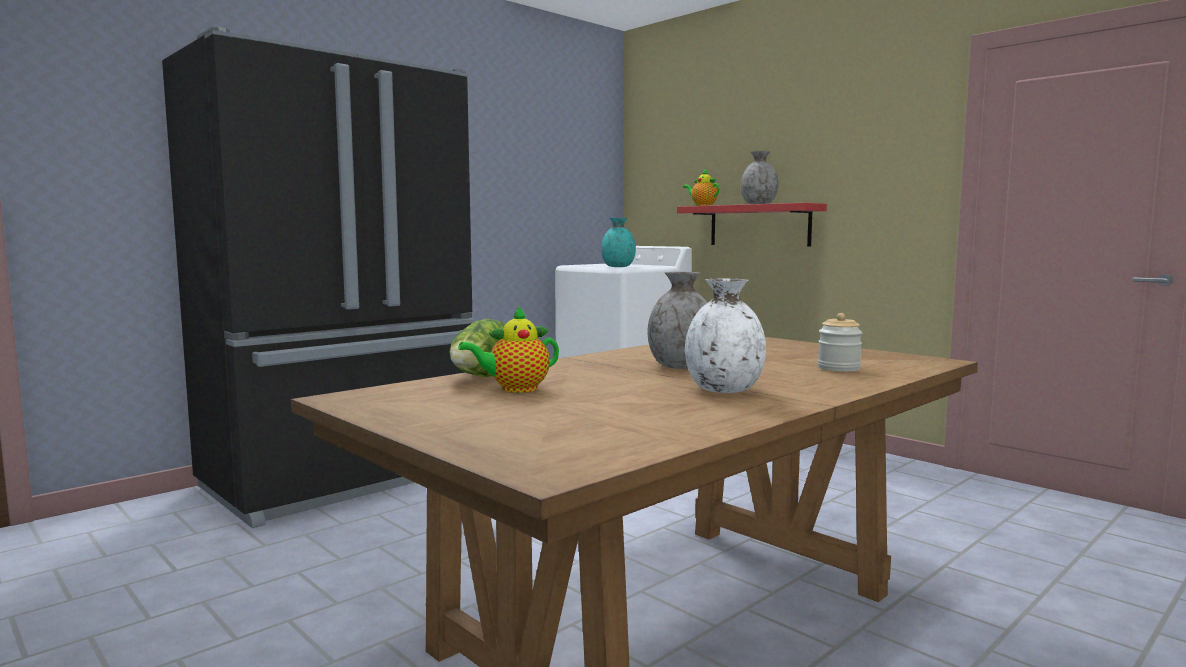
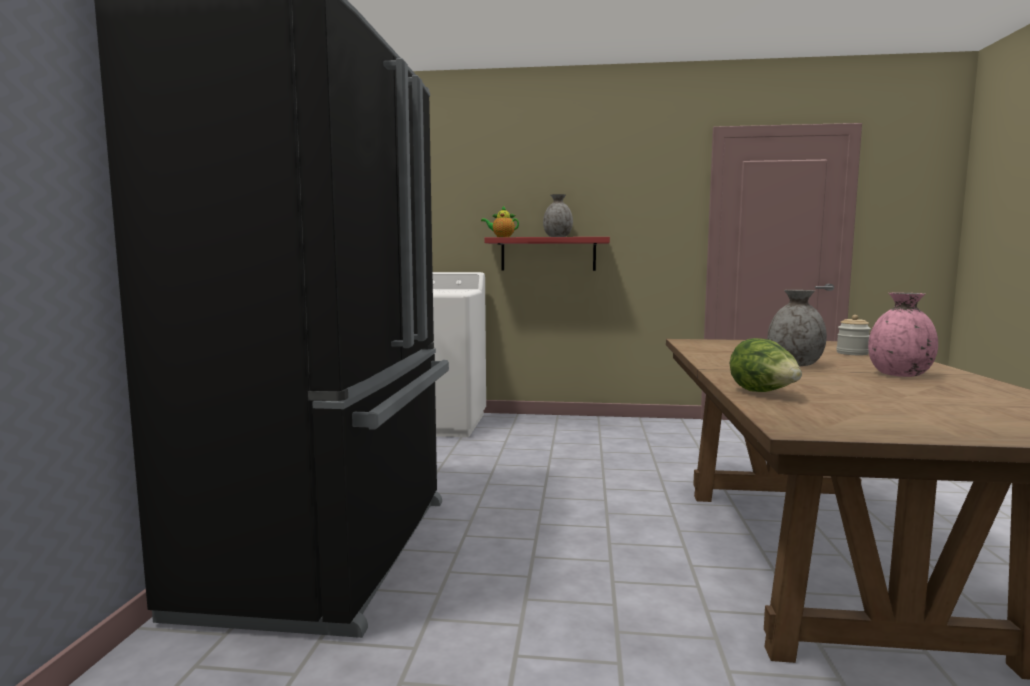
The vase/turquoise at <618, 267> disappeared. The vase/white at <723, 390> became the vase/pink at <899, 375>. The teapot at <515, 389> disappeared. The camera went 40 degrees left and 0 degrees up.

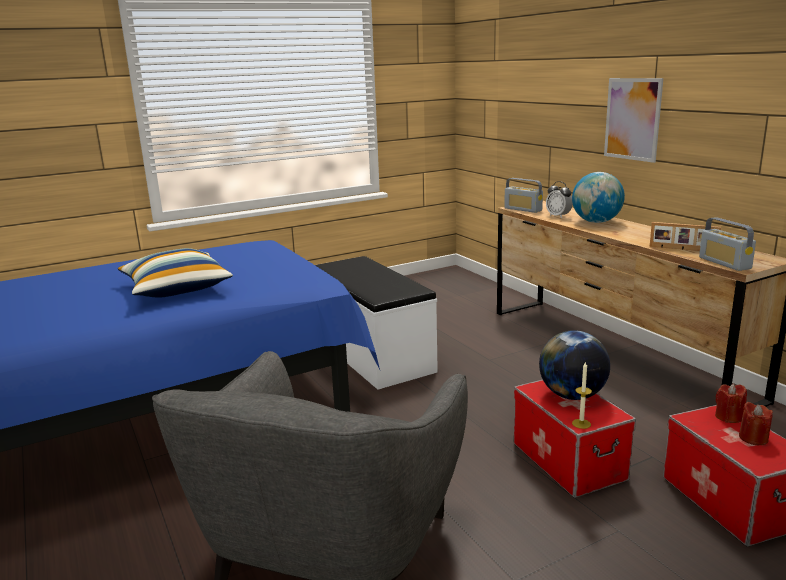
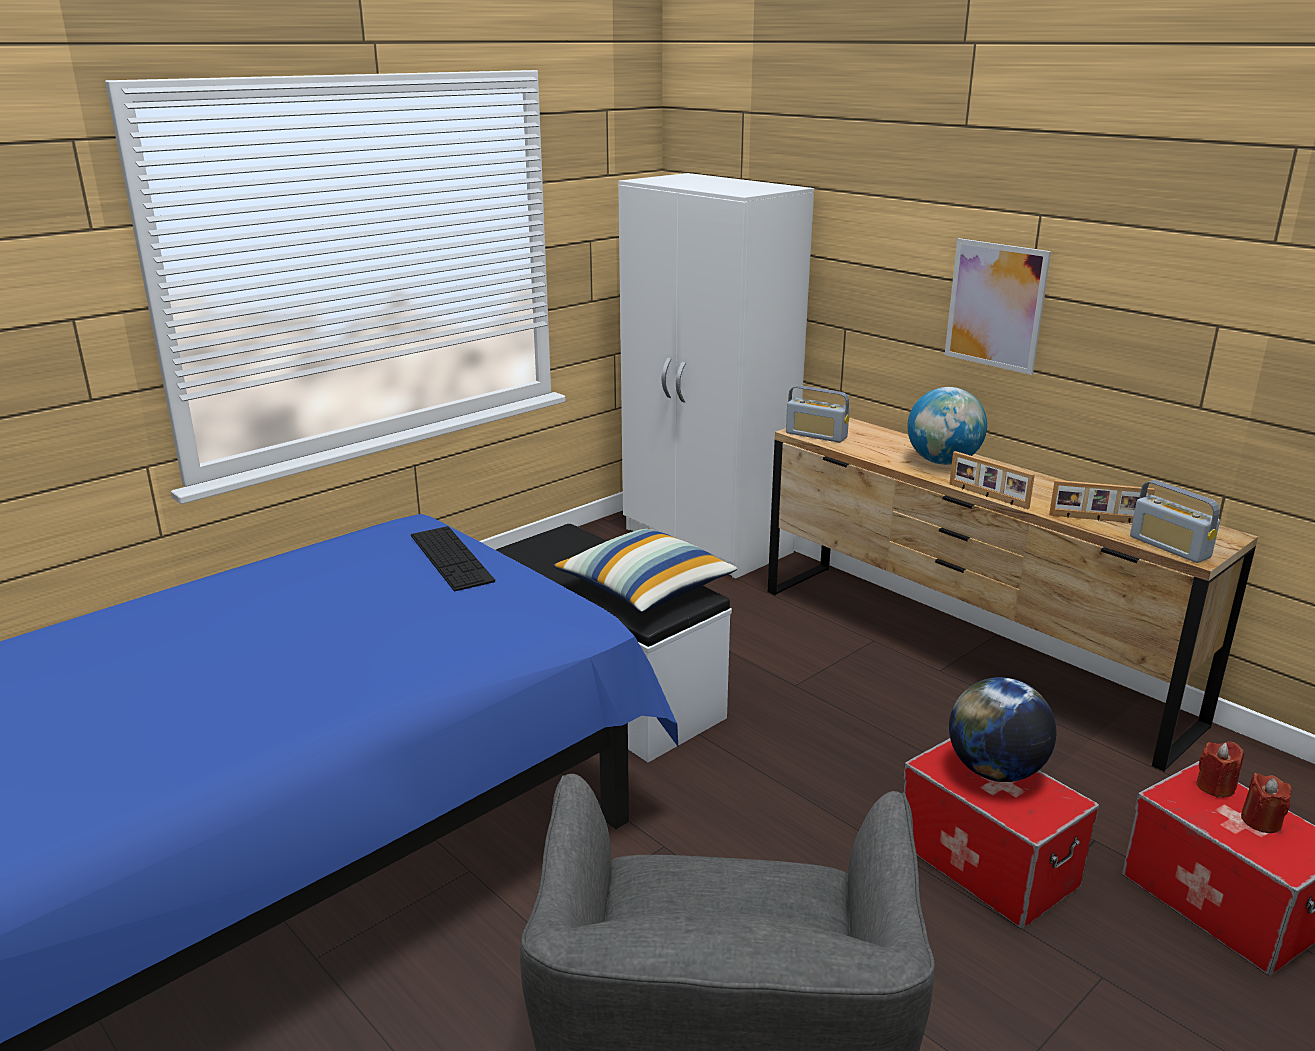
The alarm clock at <558, 216> disappeared. The pillow moved from <176, 288> to <645, 589>. The candle at <581, 423> disappeared. The wardrobe/white at <707, 542> appeared. The picture frame at <987, 496> appeared. The keyboard at <451, 558> appeared. The camera went 15 degrees left and 5 degrees up.

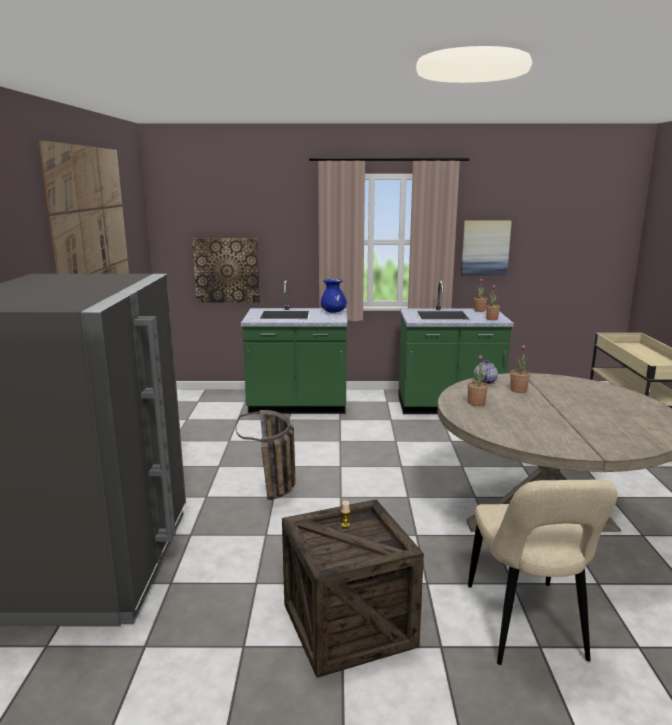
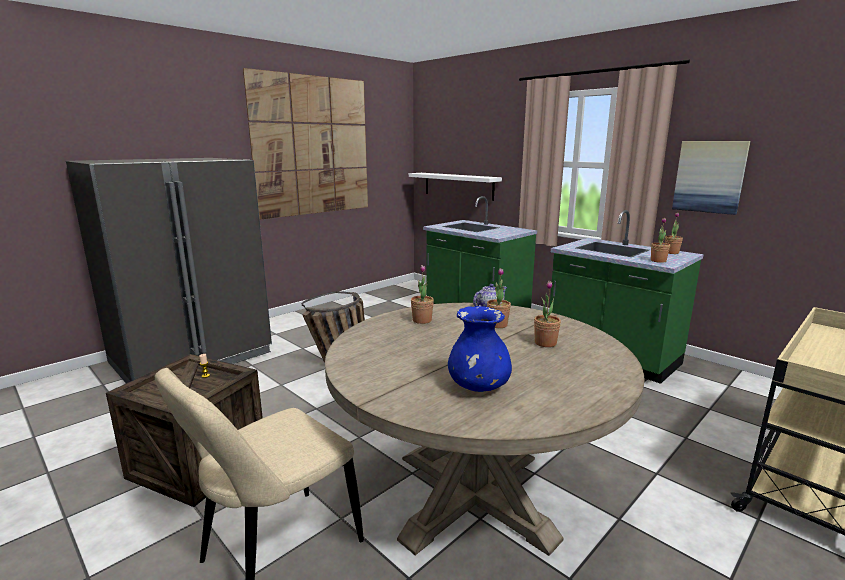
The picture at <227, 270> was replaced by the shelf/white at <458, 185>. The vase/blue moved from <333, 312> to <478, 387>. The potted plant at <545, 343> appeared. The camera went 45 degrees right and 0 degrees up.

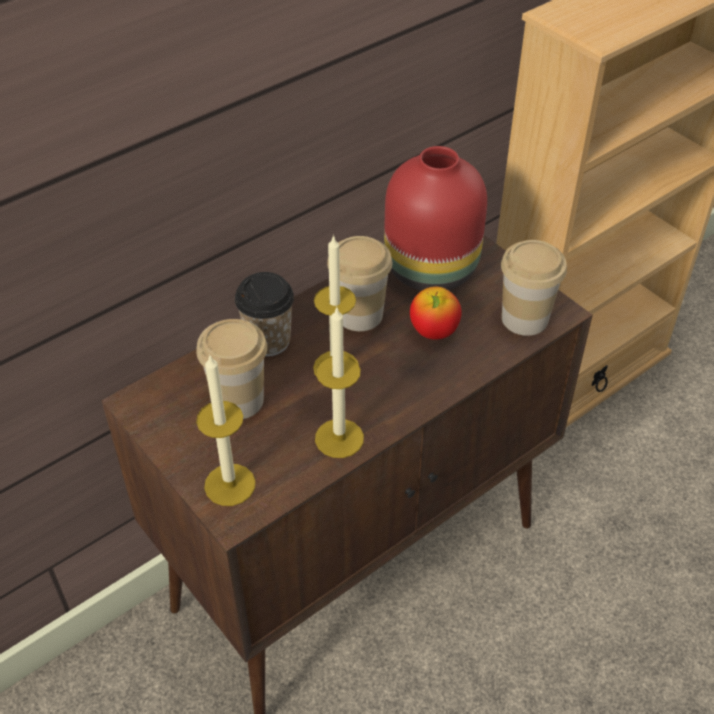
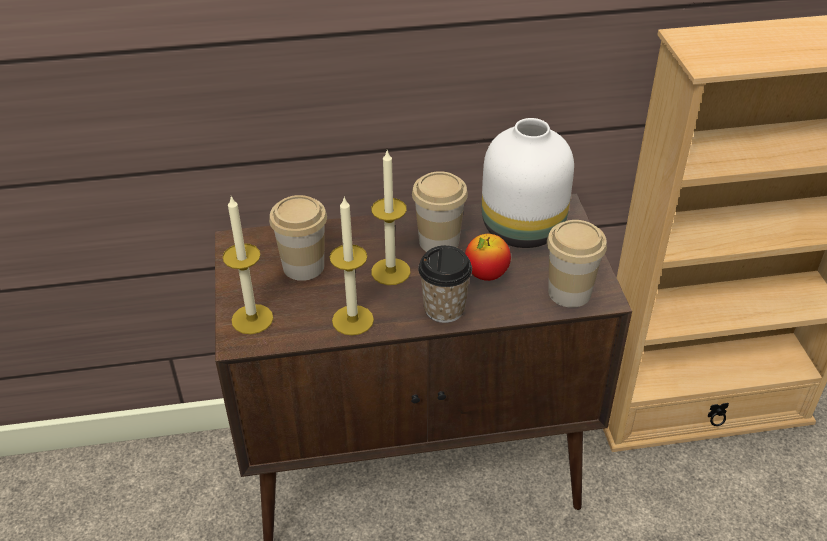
The vase/red at <433, 268> became the vase/white at <525, 229>. The cup moved from <268, 341> to <444, 309>. The camera went 30 degrees right and 5 degrees down.

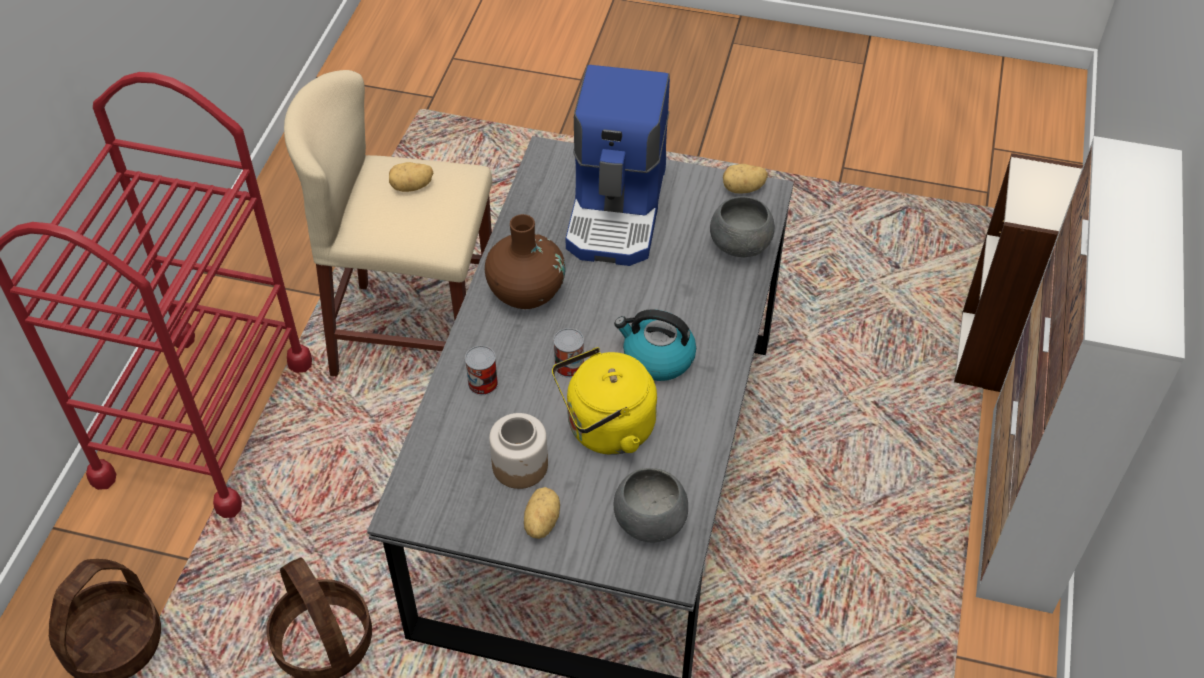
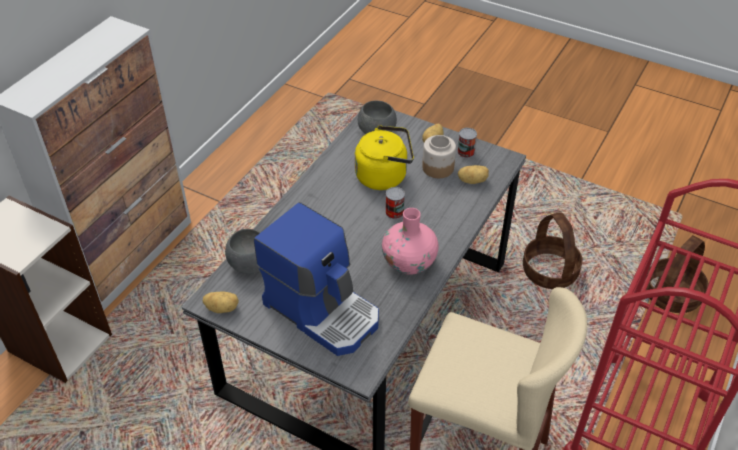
The coffee machine at <618, 210> turned 105 degrees clockwise. The potato moved from <412, 187> to <472, 180>. The vase/brown at <526, 292> became the vase/pink at <409, 262>. The kettle at <657, 358> disappeared. The can moved from <483, 383> to <466, 152>. The camera went 165 degrees left and 5 degrees down.

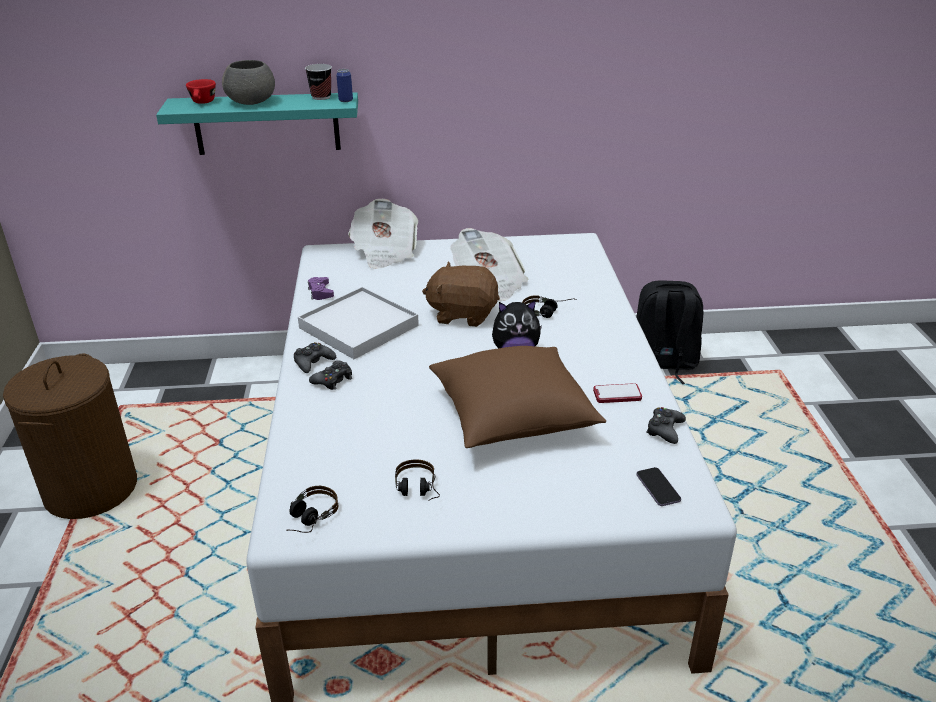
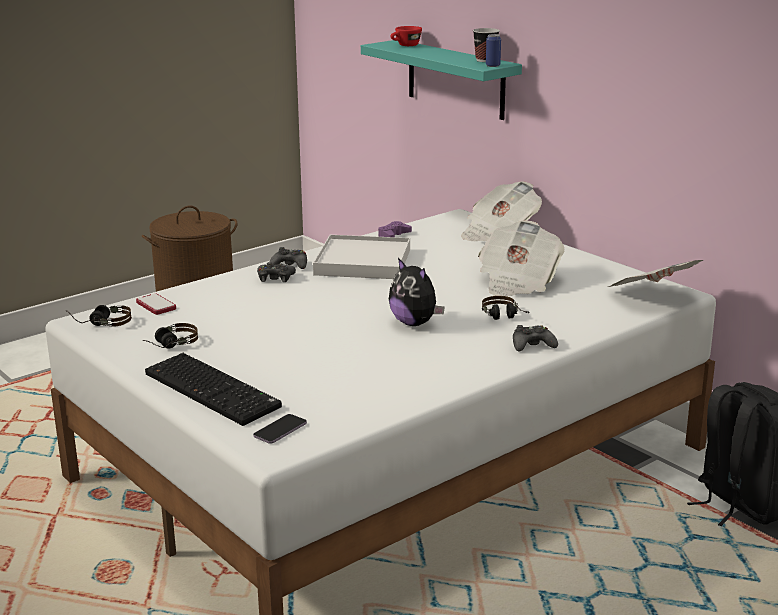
The bowl/grey at <252, 102> disappeared. The plush toy/brown at <463, 314> disappeared. The pillow/brown at <513, 418> disappeared. The phone moved from <617, 394> to <156, 305>. The game controller/black moved from <665, 430> to <532, 345>. The newspaper at <651, 296> appeared. The keyboard at <214, 390> appeared. The camera went 55 degrees right and 10 degrees down.

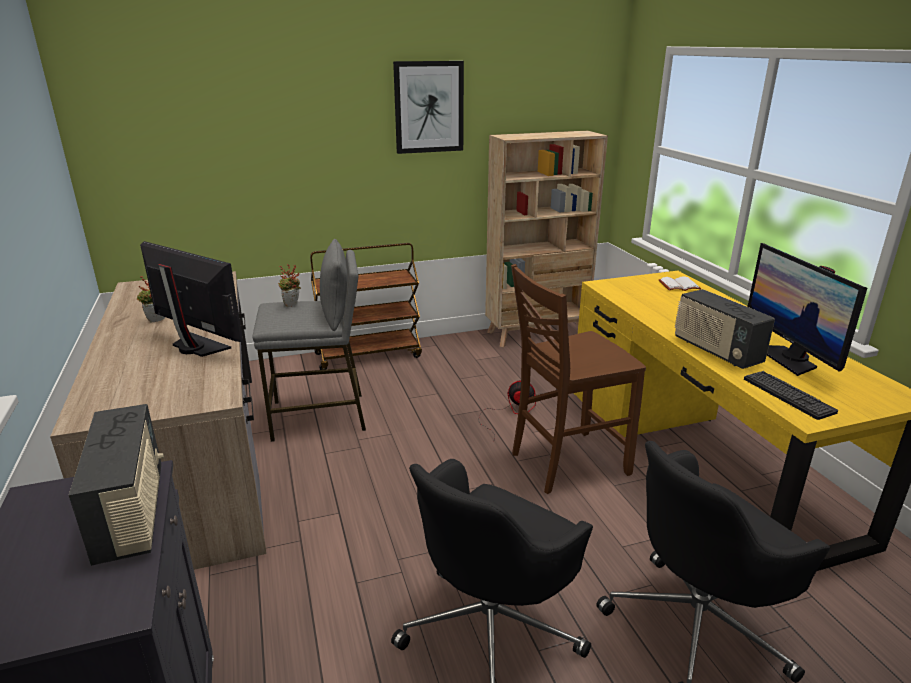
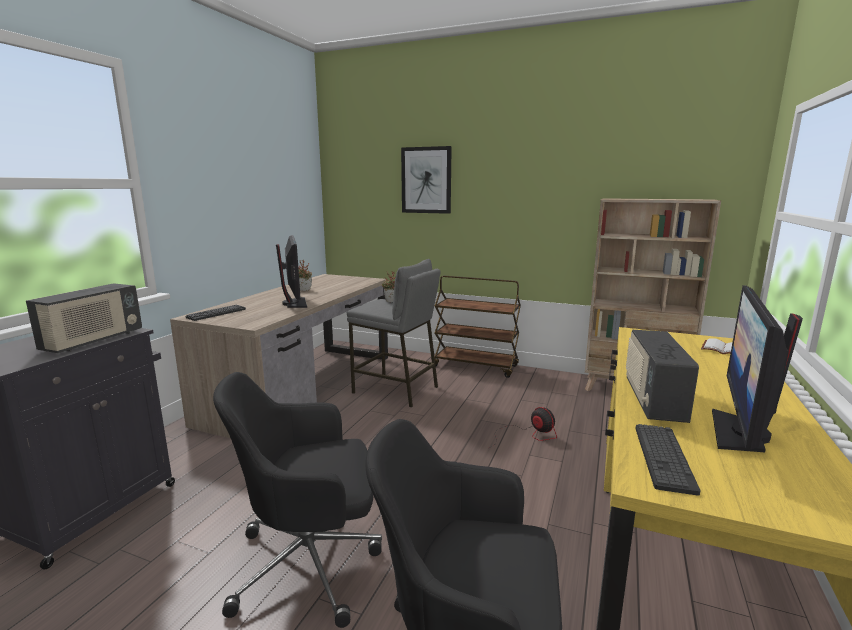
The picture moved from <429, 107> to <426, 180>. The chair/brown at <566, 462> disappeared. The keyboard at <216, 313> appeared. The camera went 40 degrees right and 10 degrees down.

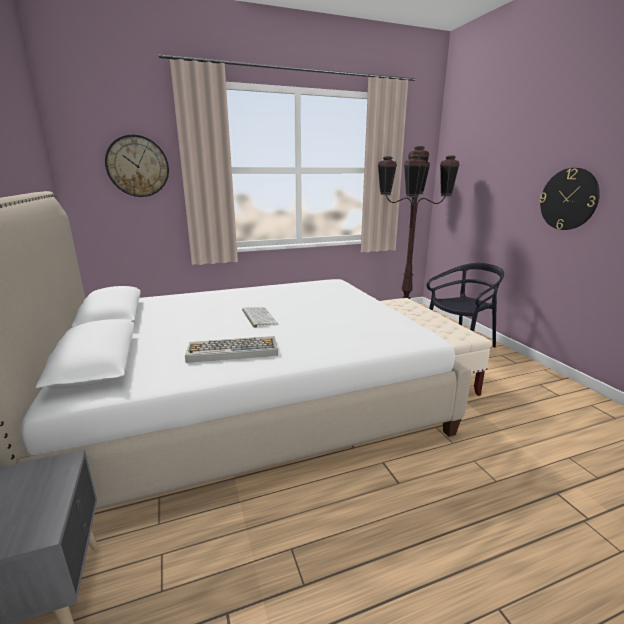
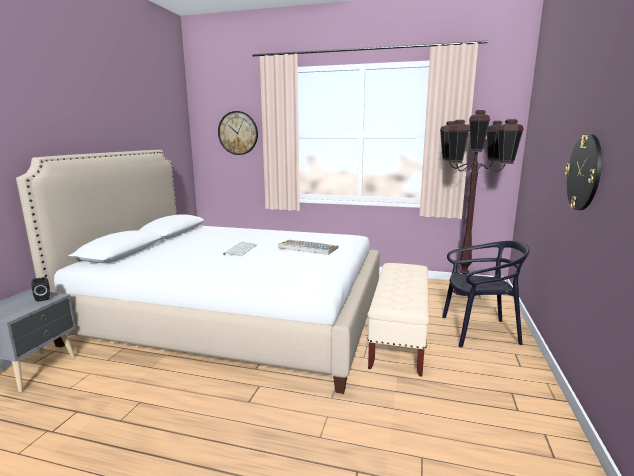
The keyboard moved from <232, 350> to <307, 248>. The speaker/black at <43, 298> appeared. The camera went 35 degrees right and 5 degrees down.

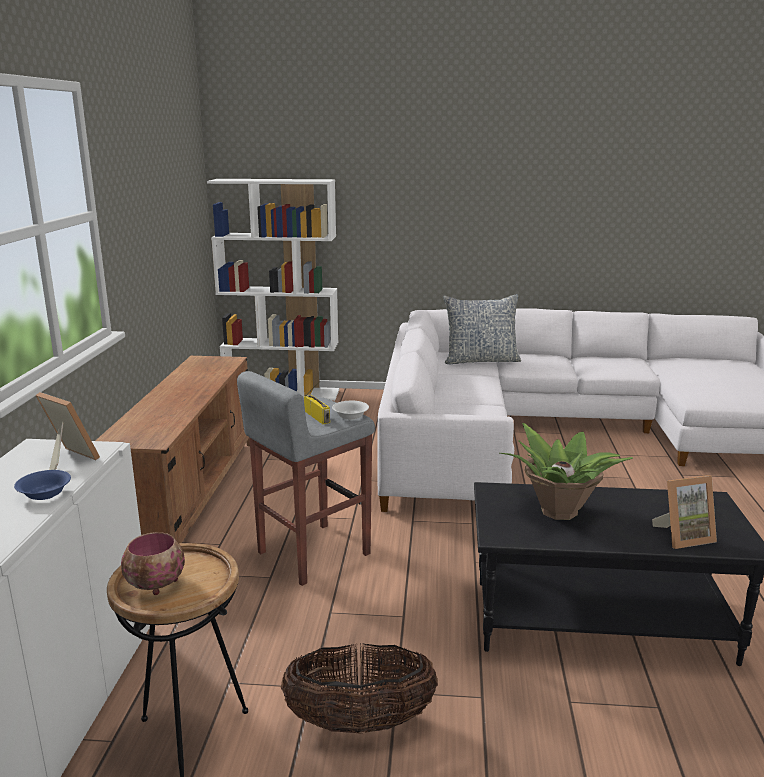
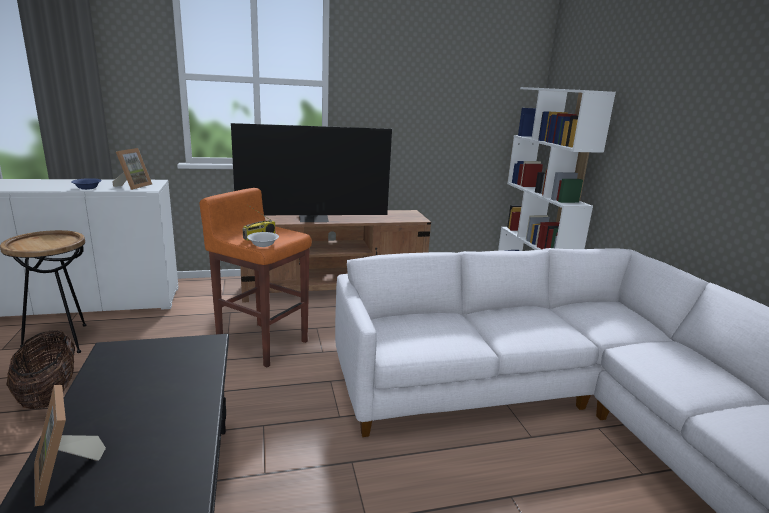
The pillow at <480, 360> disappeared. The stool/grey at <311, 553> became the stool/orange at <262, 343>. The potted plant at <559, 510> disappeared. The bowl at <156, 585> disappeared. The television at <314, 219> appeared. The camera went 70 degrees right and 0 degrees up.

